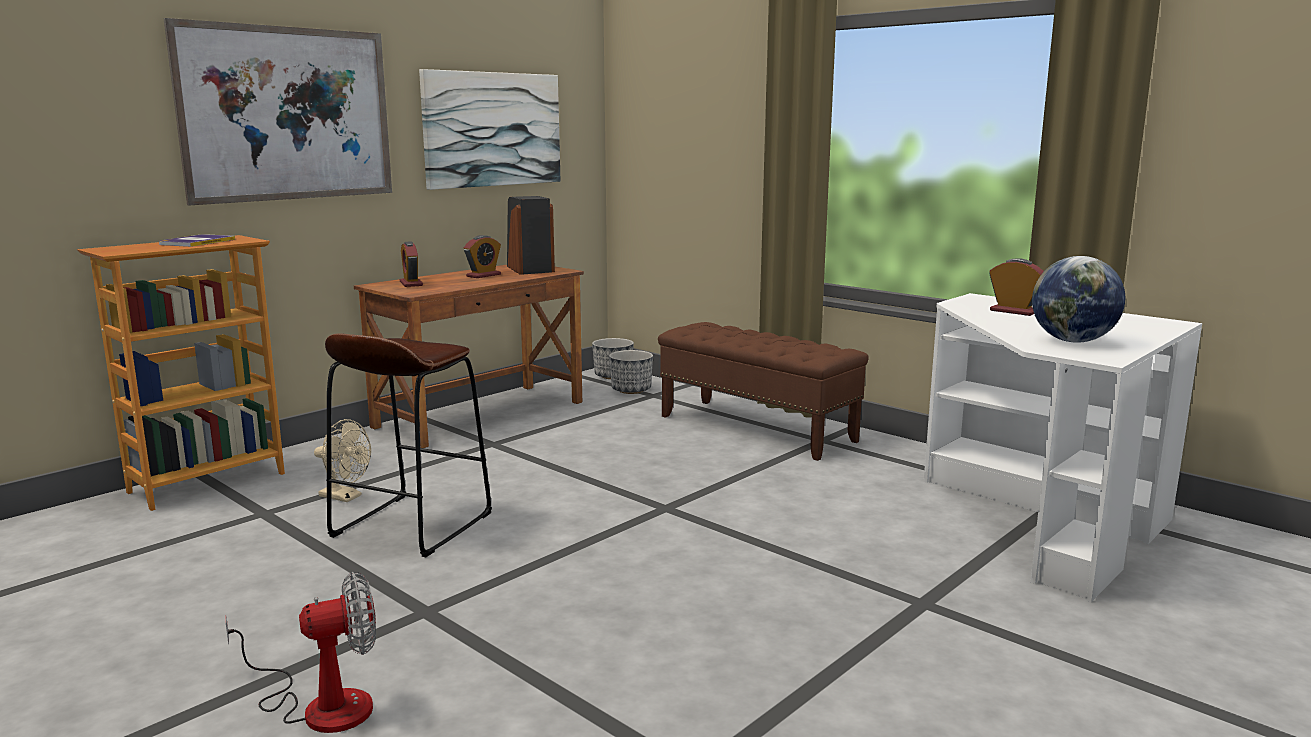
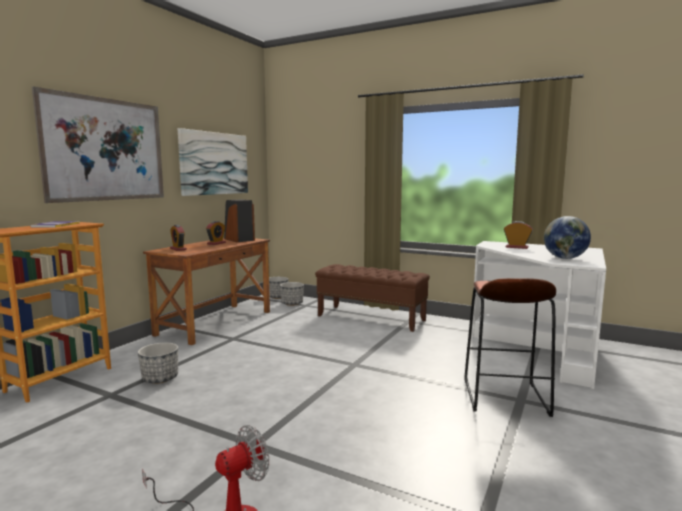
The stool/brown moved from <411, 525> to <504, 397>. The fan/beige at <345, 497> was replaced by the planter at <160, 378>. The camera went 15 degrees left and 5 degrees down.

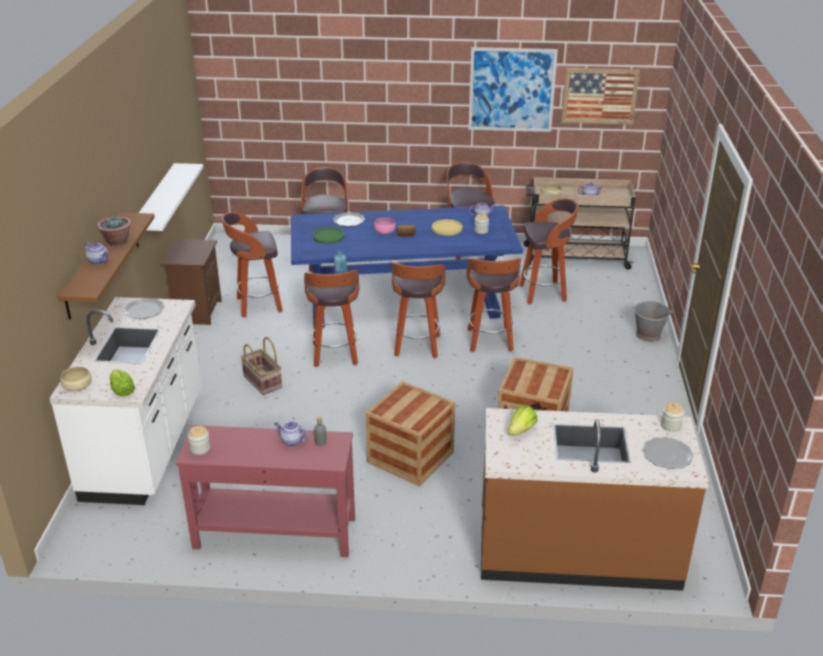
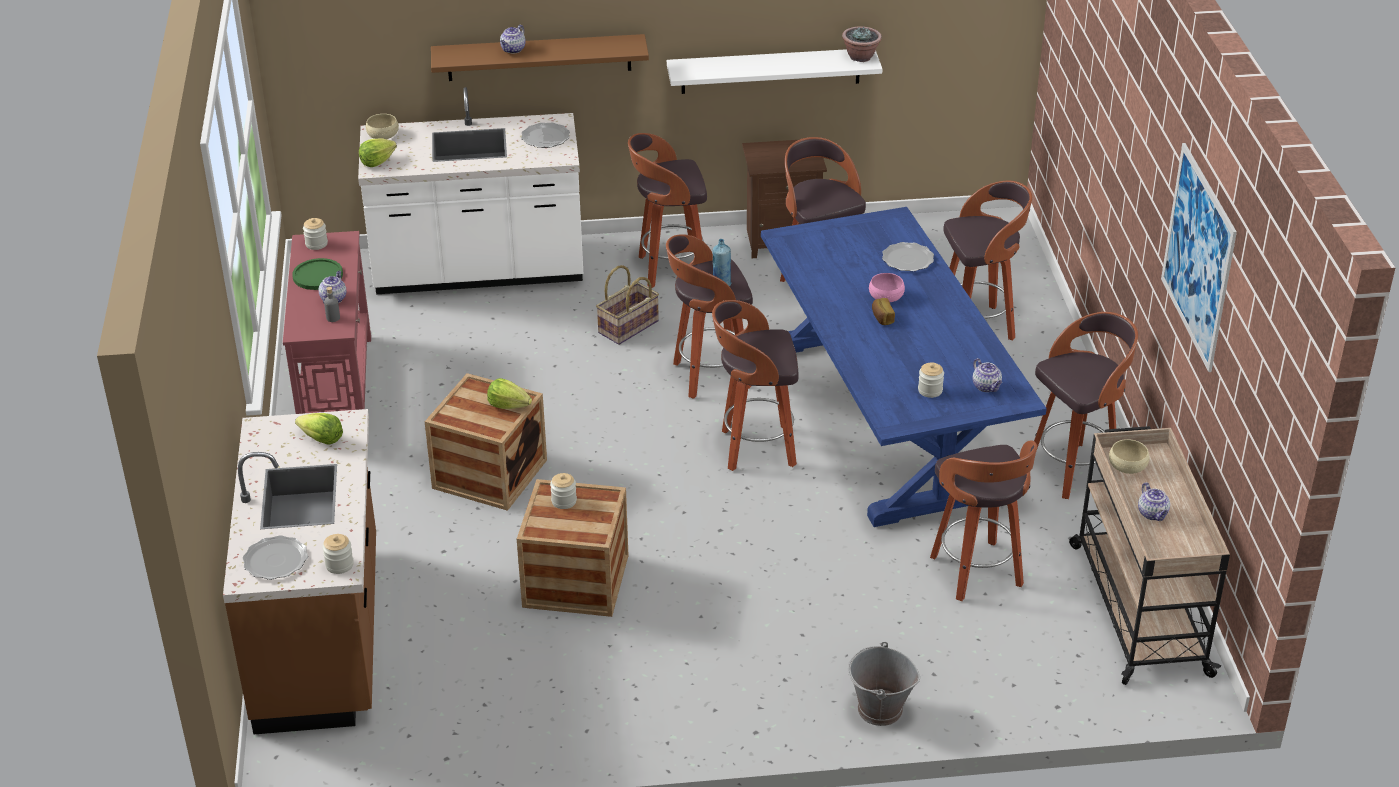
The picture at <599, 96> disappeared. The potted plant moved from <117, 241> to <860, 57>. The plate/yellow at <447, 228> disappeared. The plate/green moved from <328, 236> to <318, 275>. The stool moved from <490, 341> to <670, 269>. The lettuce at <508, 405> appeared. The jar at <564, 501> appeared. The camera went 80 degrees right and 5 degrees up.

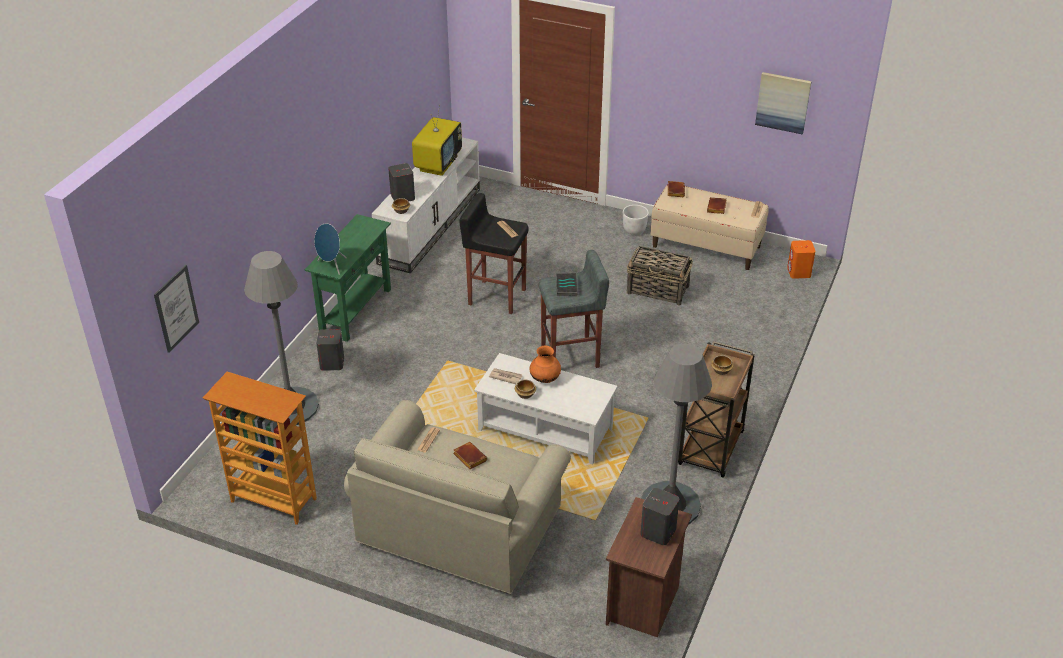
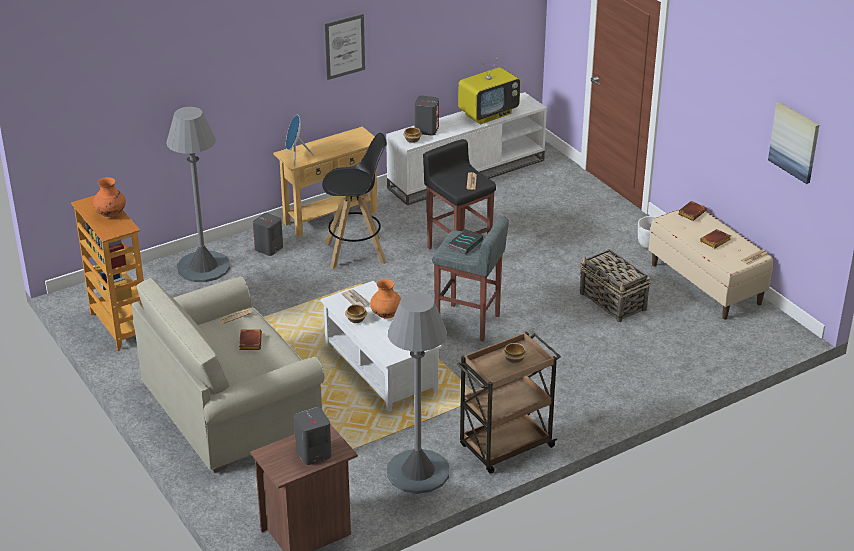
The console table/green at <356, 311> became the console table/beige at <330, 217>. The speaker/orange at <799, 272> disappeared. The picture moved from <176, 308> to <344, 46>. The stool/black at <356, 253> appeared. The vase/orange at <111, 214> appeared. The camera went 35 degrees right and 5 degrees down.

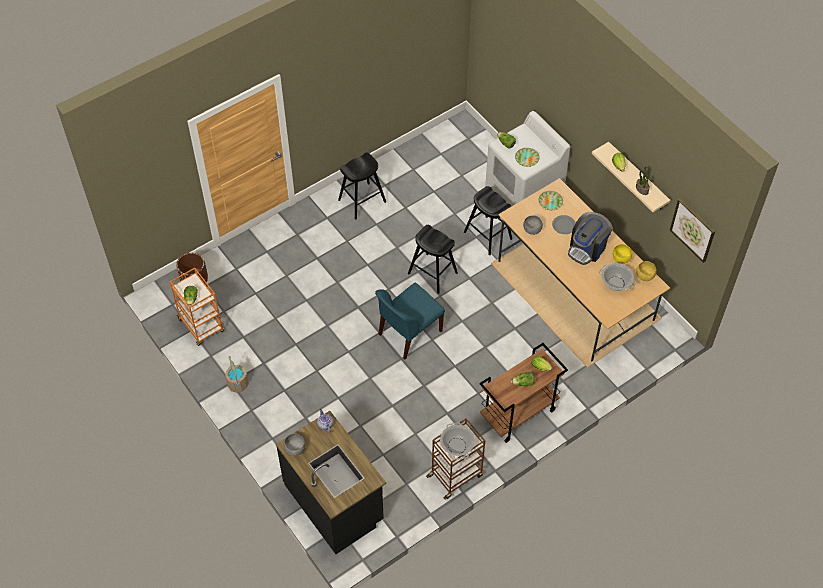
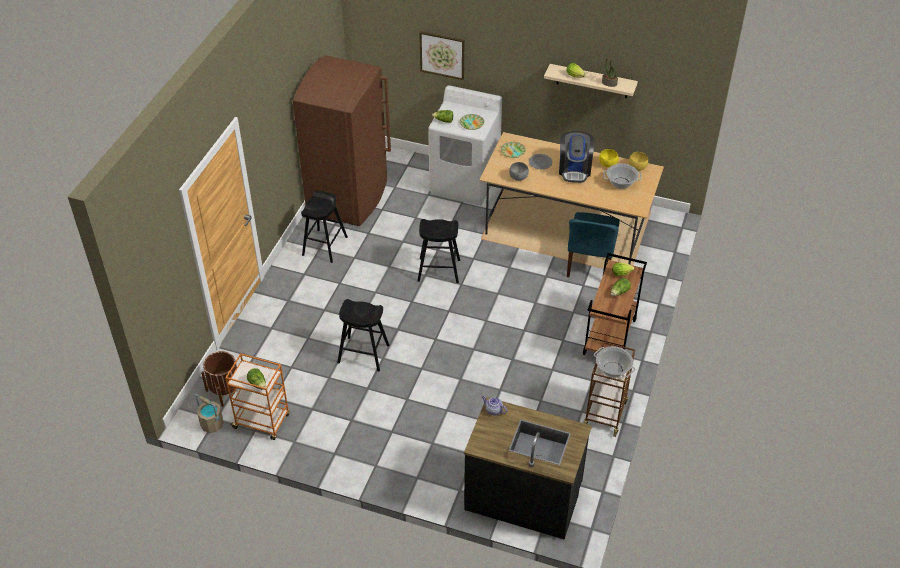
The stool/black moved from <488, 235> to <363, 354>. The picture moved from <693, 230> to <442, 55>. The chair/blue moved from <409, 333> to <589, 264>. The bucket/beige moved from <237, 384> to <212, 424>. The bowl/grey at <295, 448> disappeared. The fridge/brown at <349, 197> appeared. The camera went 35 degrees left and 10 degrees down.

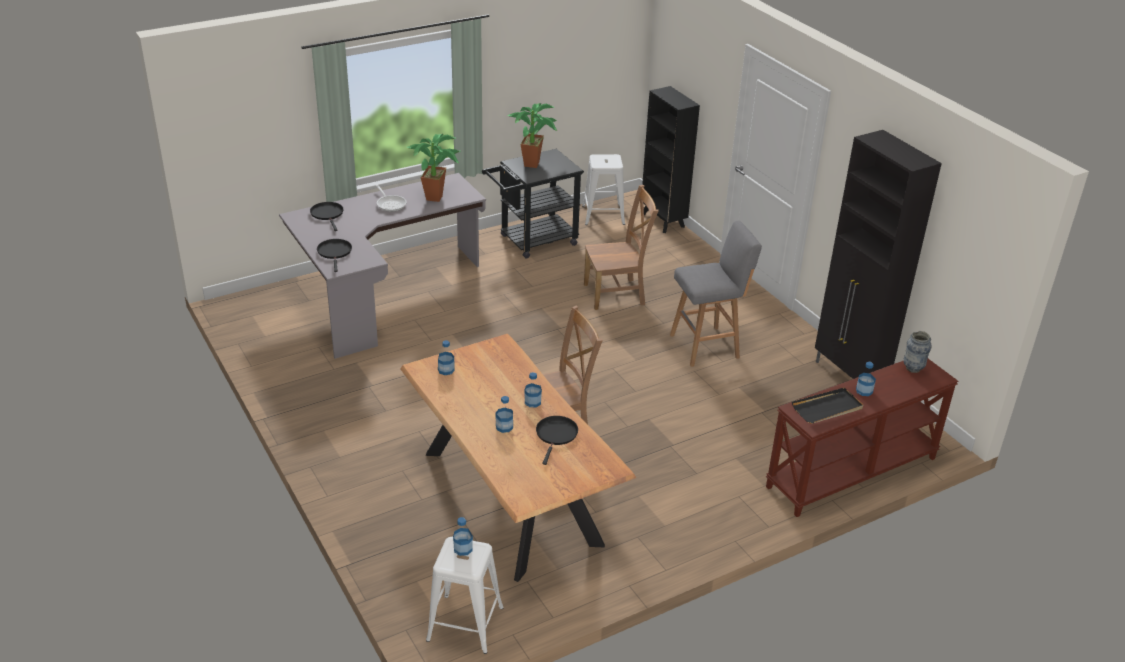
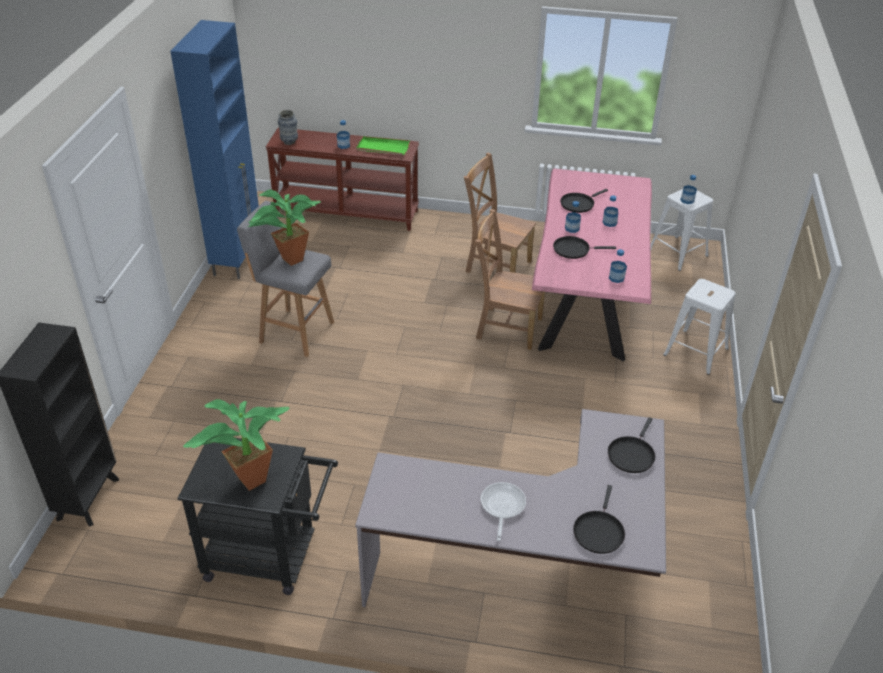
The cabinet/black at <849, 377> became the cabinet/blue at <238, 258>. The potted plant moved from <437, 196> to <288, 260>. The stool/white moved from <603, 215> to <695, 351>. The chair/brown moved from <617, 294> to <496, 265>. The dining table/brown at <511, 498> became the dining table/pink at <586, 301>. The tray/black at <827, 408> became the tray/green at <383, 148>. The frying pan/black at <574, 249> appeared. The camera went 140 degrees left and 5 degrees up.

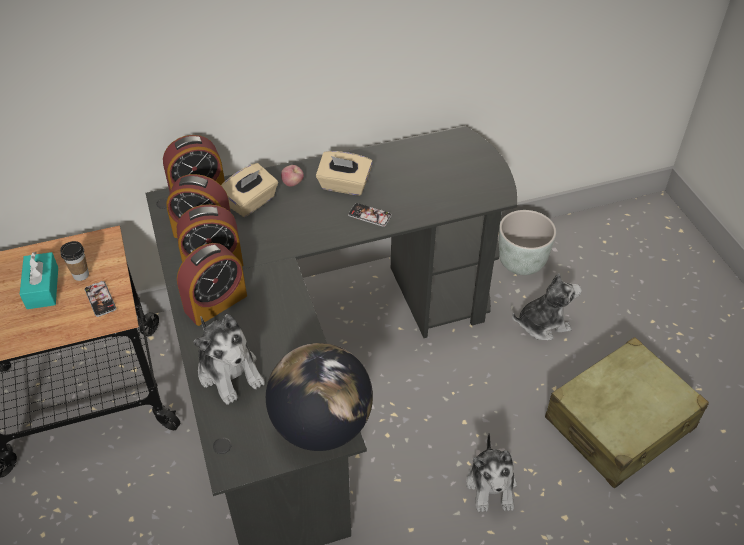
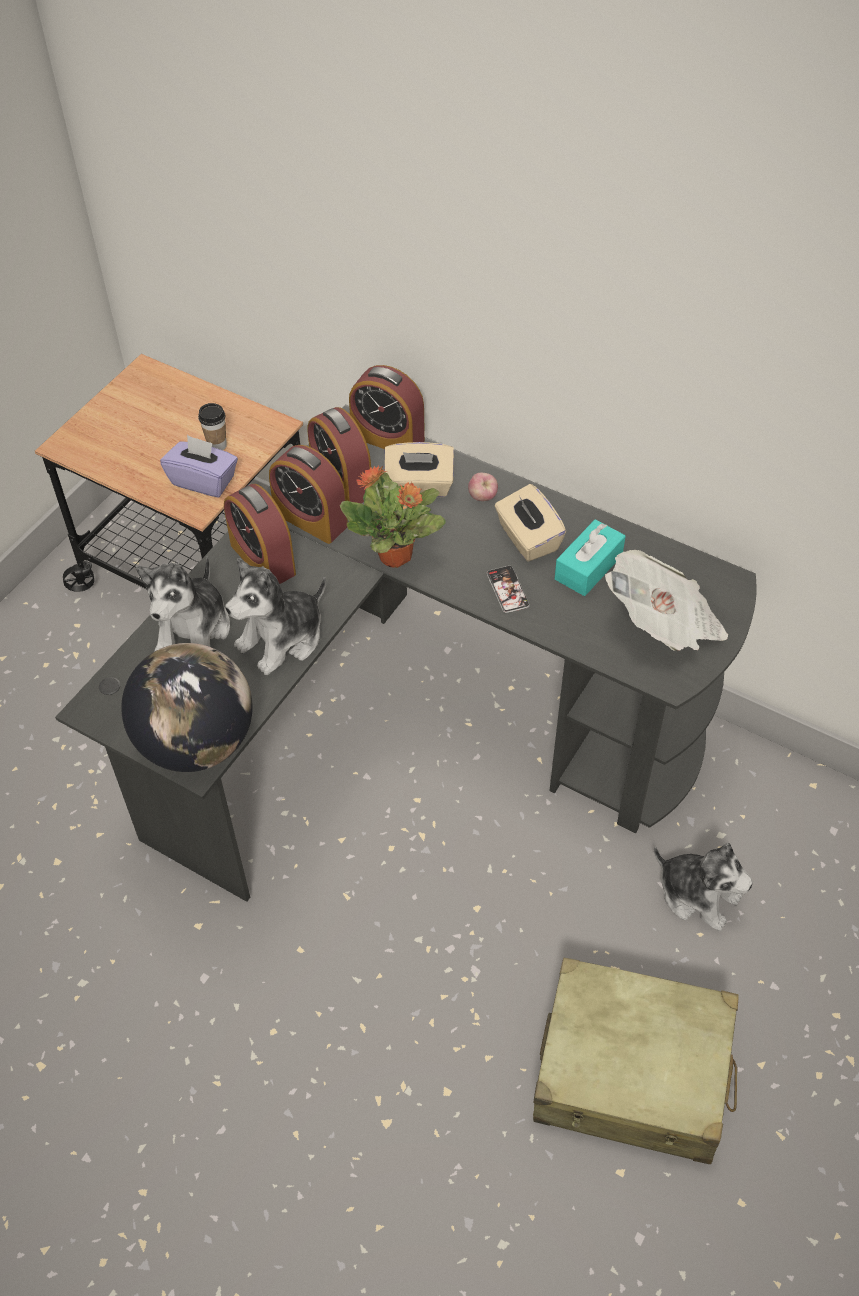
The planter/grey at <522, 263> disappeared. The alarm clock at <215, 303> turned 45 degrees clockwise. The tissue box/turquoise moved from <42, 288> to <588, 567>. The phone at <100, 299> was replaced by the tissue box/purple at <203, 481>. The plush toy moved from <491, 485> to <282, 639>. The potted plant at <396, 556> appeared. The newspaper at <663, 624> appeared. The camera went 50 degrees right and 5 degrees up.

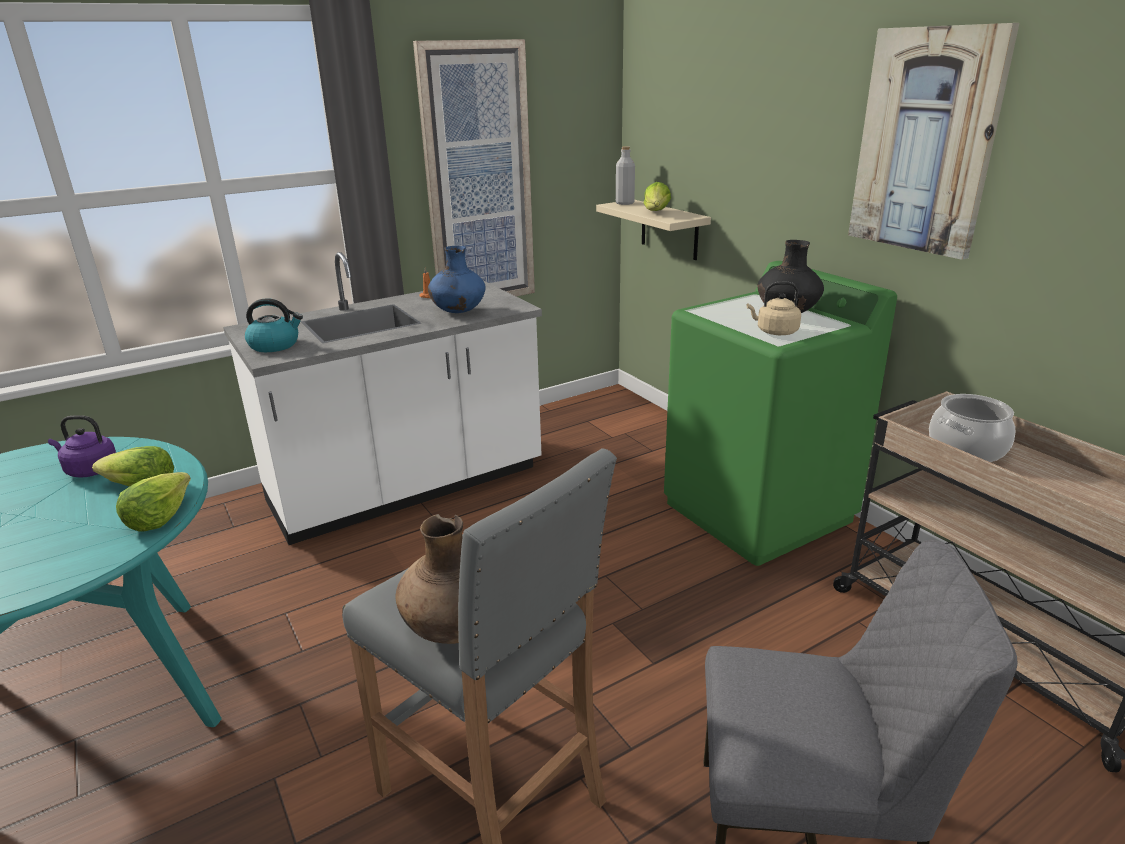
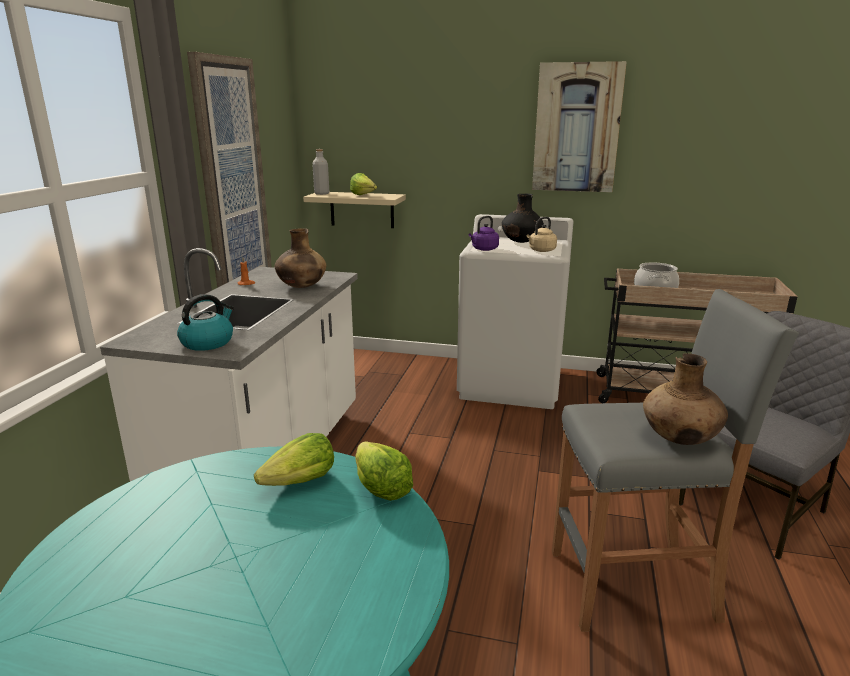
The vase/blue at <458, 312> became the vase/brown at <302, 287>. The washing machine/green at <758, 512> became the washing machine/white at <511, 384>. The kettle/purple moved from <89, 470> to <484, 249>. The camera went 45 degrees left and 5 degrees down.

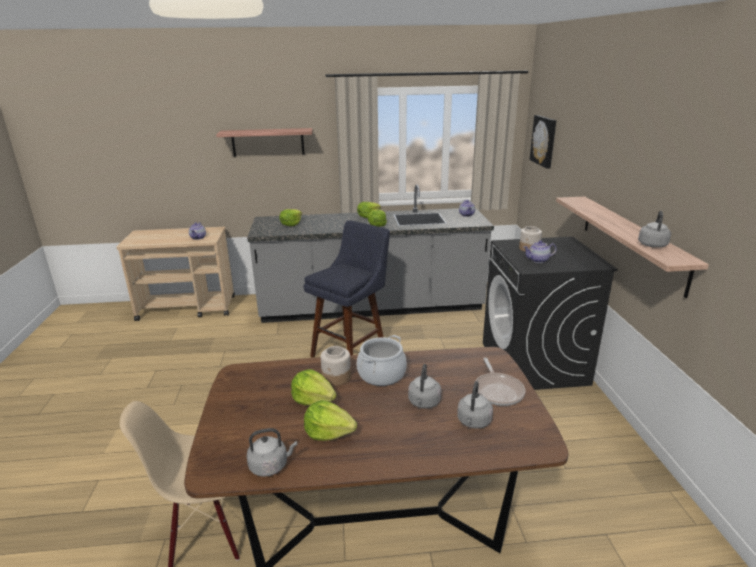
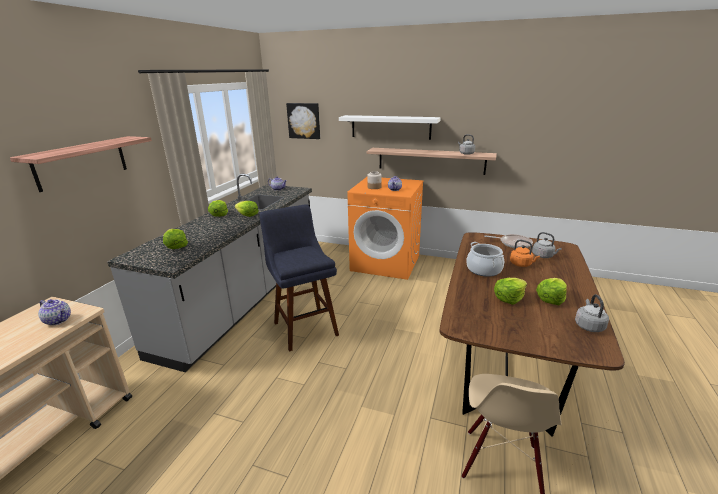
The washing machine/black at <534, 364> became the washing machine/orange at <386, 263>. The jar at <336, 377> disappeared. The kettle/grey at <424, 403> became the kettle/orange at <521, 264>. The shelf/white at <390, 127> appeared. The camera went 65 degrees left and 0 degrees up.

